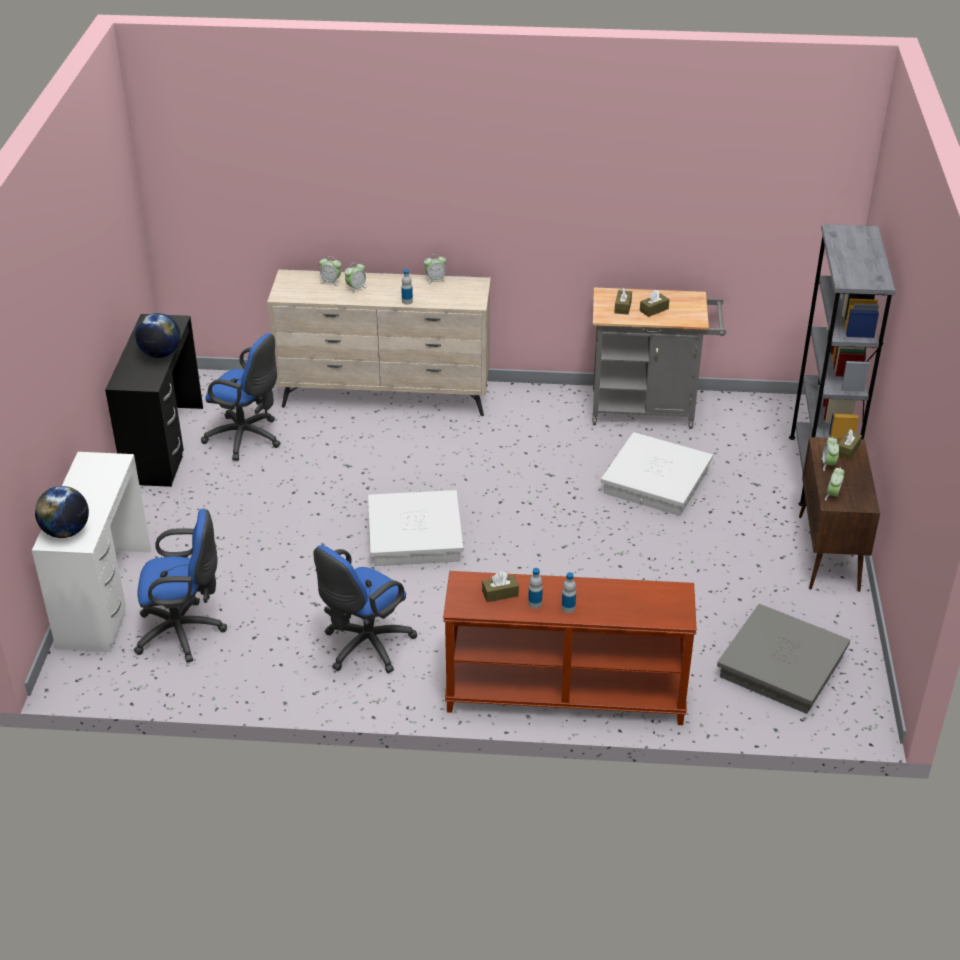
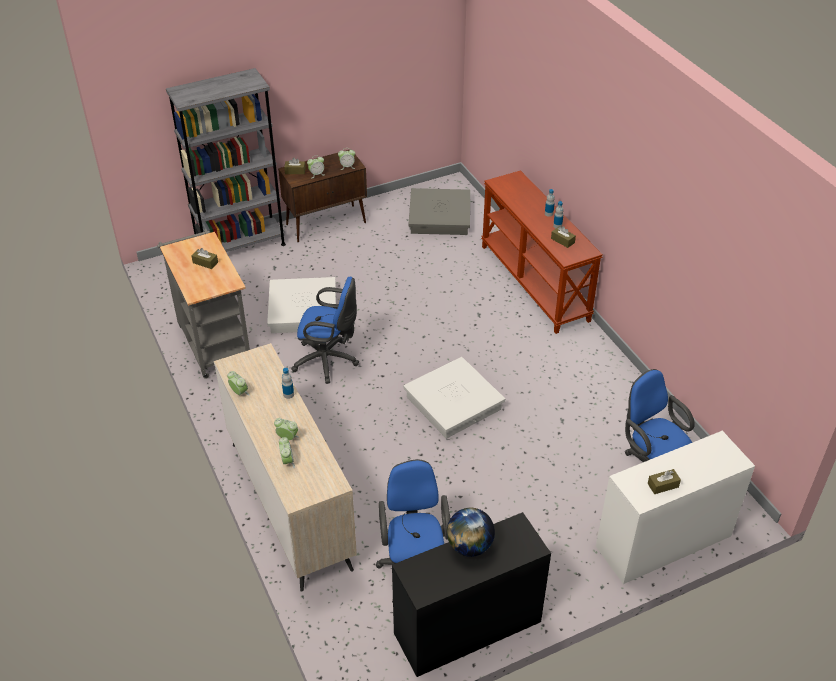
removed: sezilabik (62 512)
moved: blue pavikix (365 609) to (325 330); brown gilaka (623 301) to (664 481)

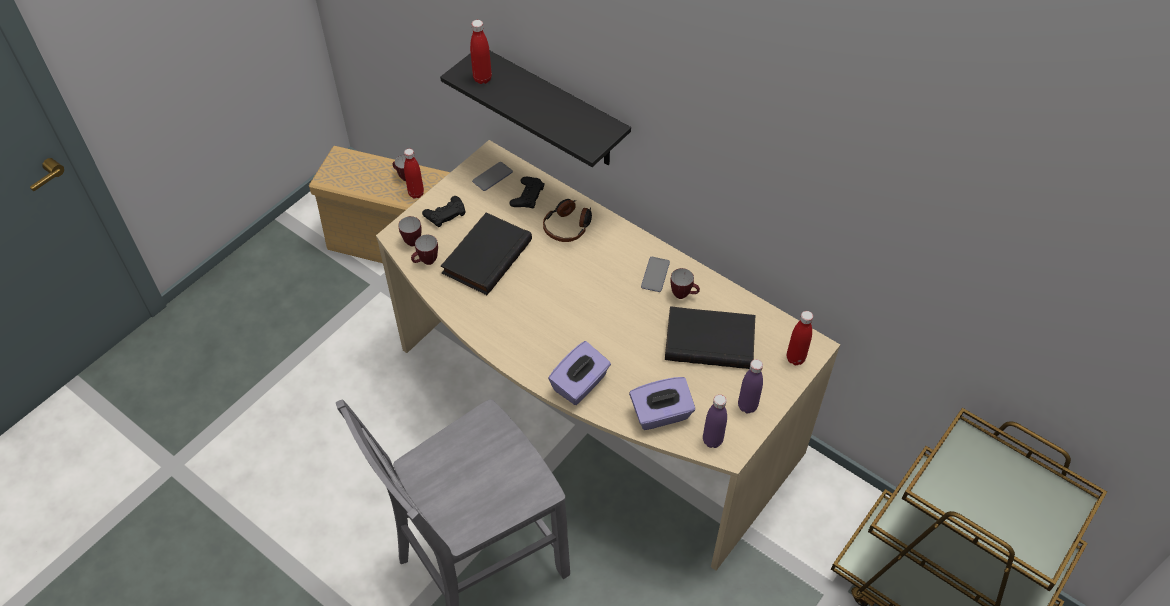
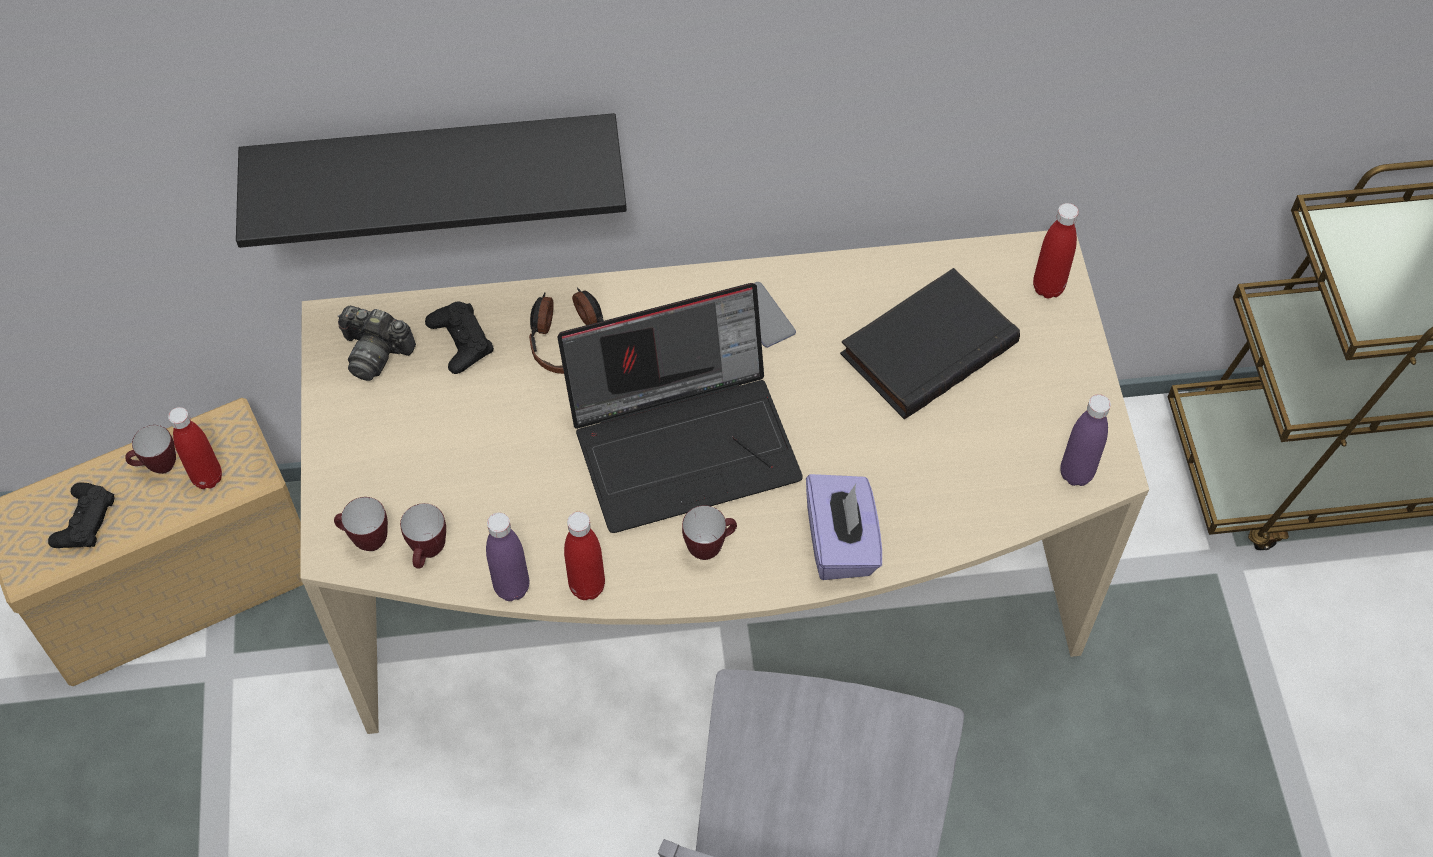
removed: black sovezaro (486 253); purple gilaka (662 403)
added: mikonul (680 408)
moved: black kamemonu (444 211) to (81 515); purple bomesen (750 386) to (508 557); red bomesen (481 52) to (584 556); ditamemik (685 283) to (709 532)
replaced: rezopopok (492 176) to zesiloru (377 343)

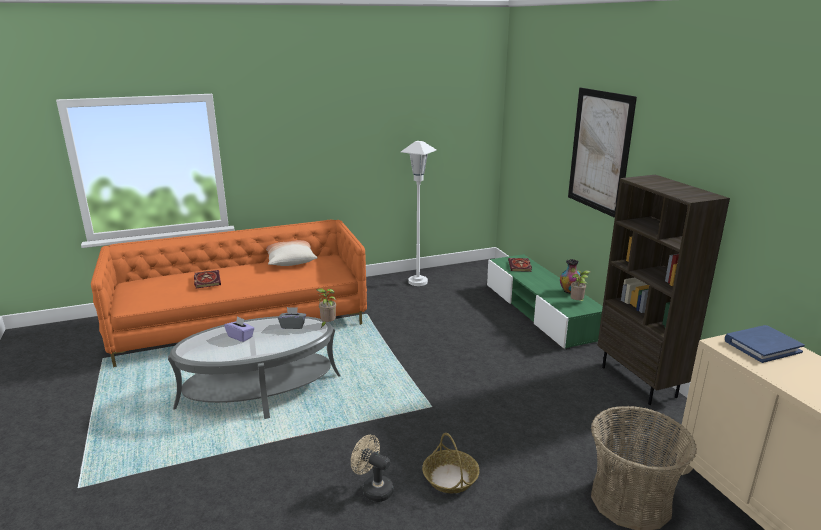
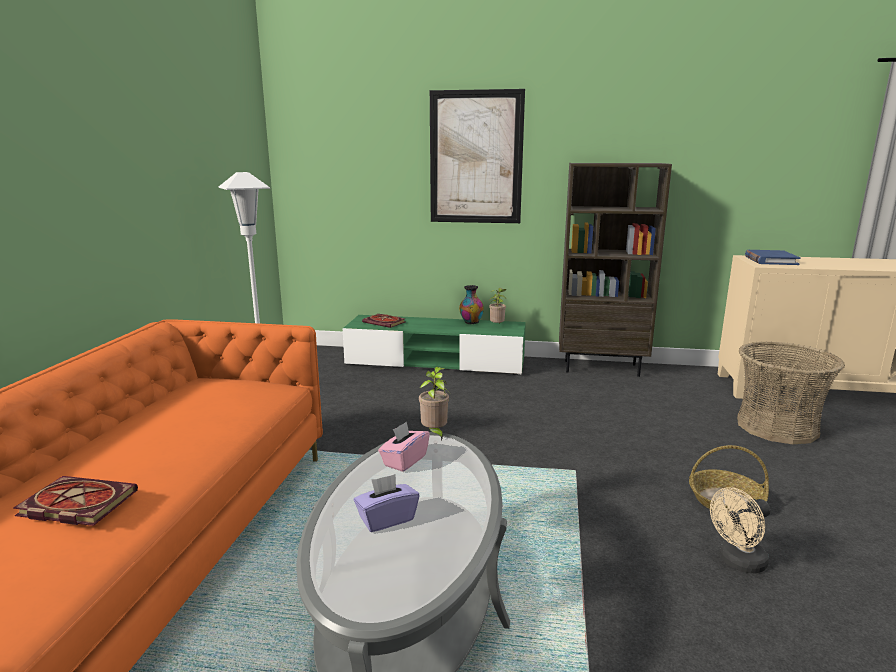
removed: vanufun (292 253)
recoloured: grey gilaka (292 318) to pink gilaka (404 446)

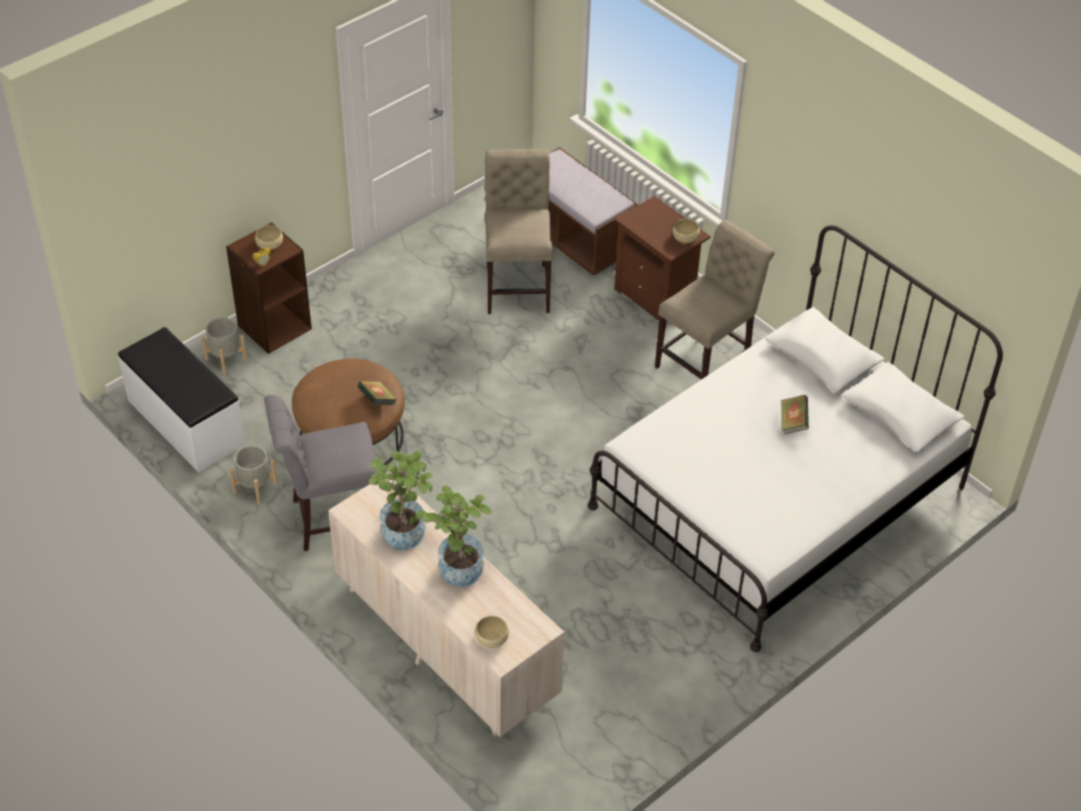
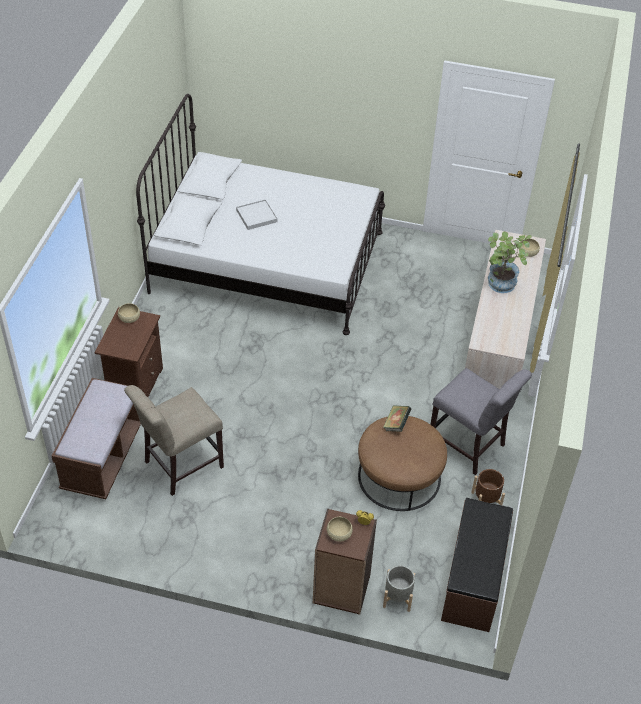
removed: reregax (401 500); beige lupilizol (715 300)
replaced: sovezaro (795 414) to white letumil (257 214)
recoloured: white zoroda (181 399) to brown zoroda (477 565); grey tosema (253 475) to brown tosema (488 487)

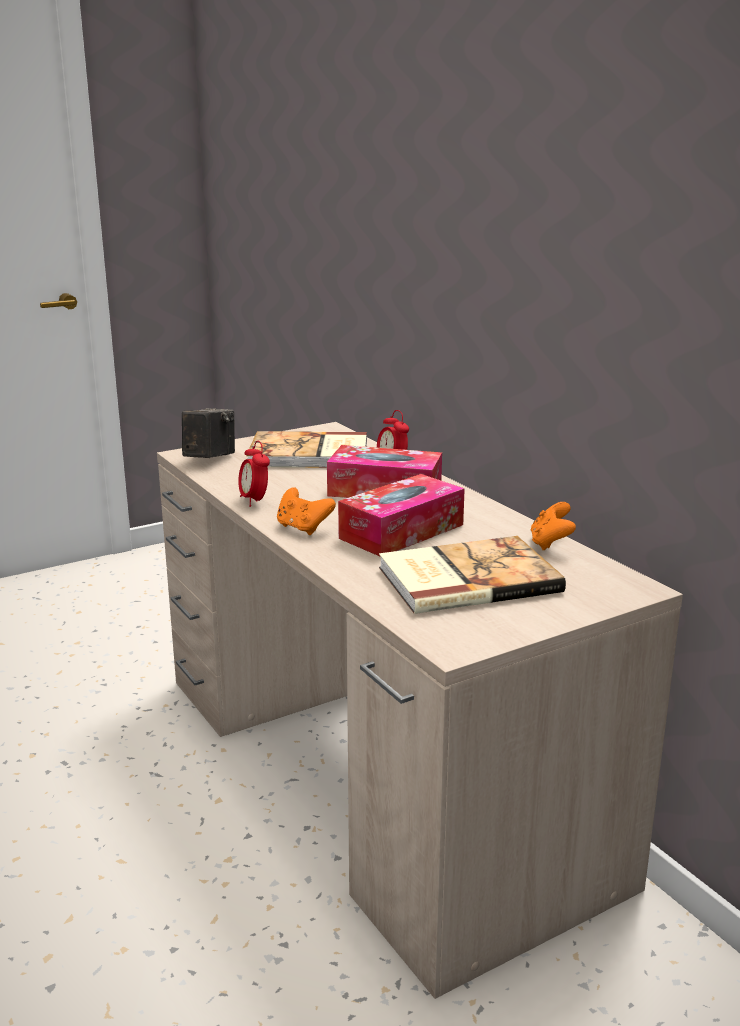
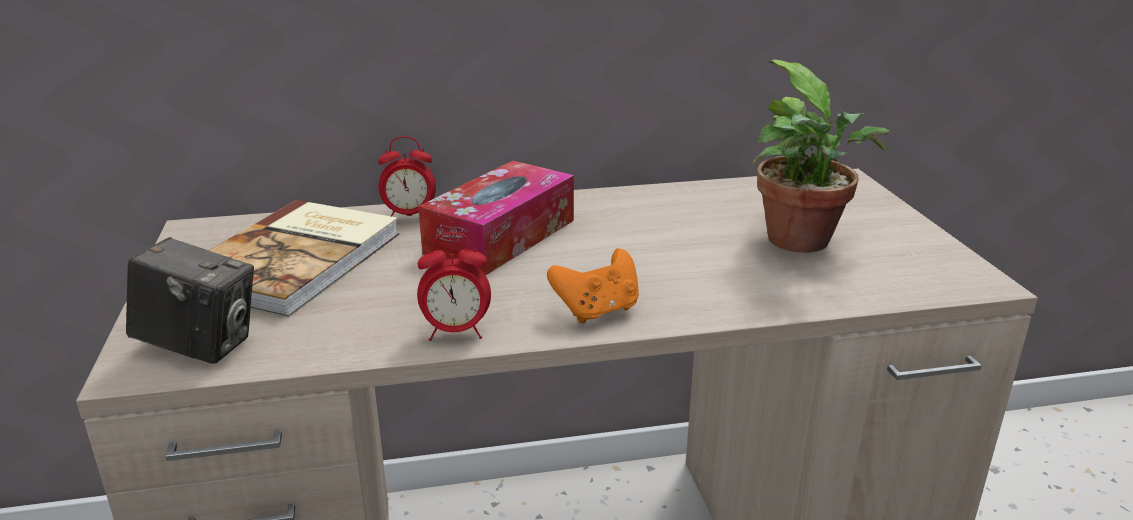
removed: gilaka (401 515); orange kamemonu (553 526)
replaced: sovezaro (472 575) to reregax (820 156)
turned: zesiloru (208 433) = (190 300) 150 degrees clockwise

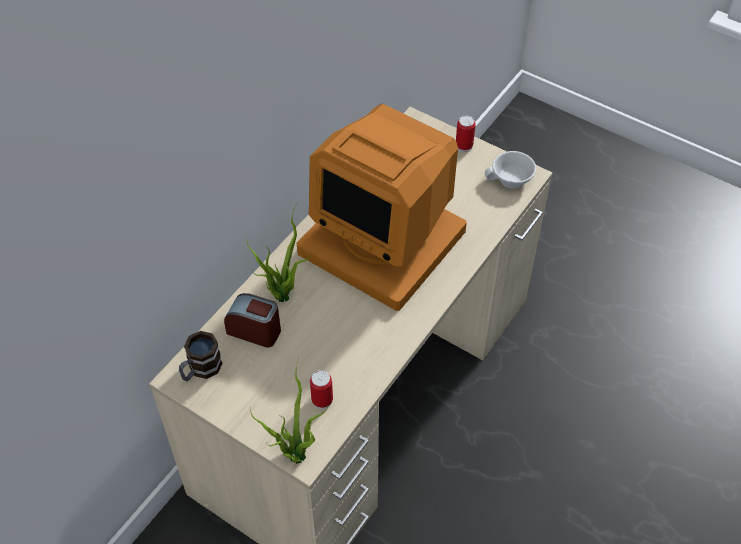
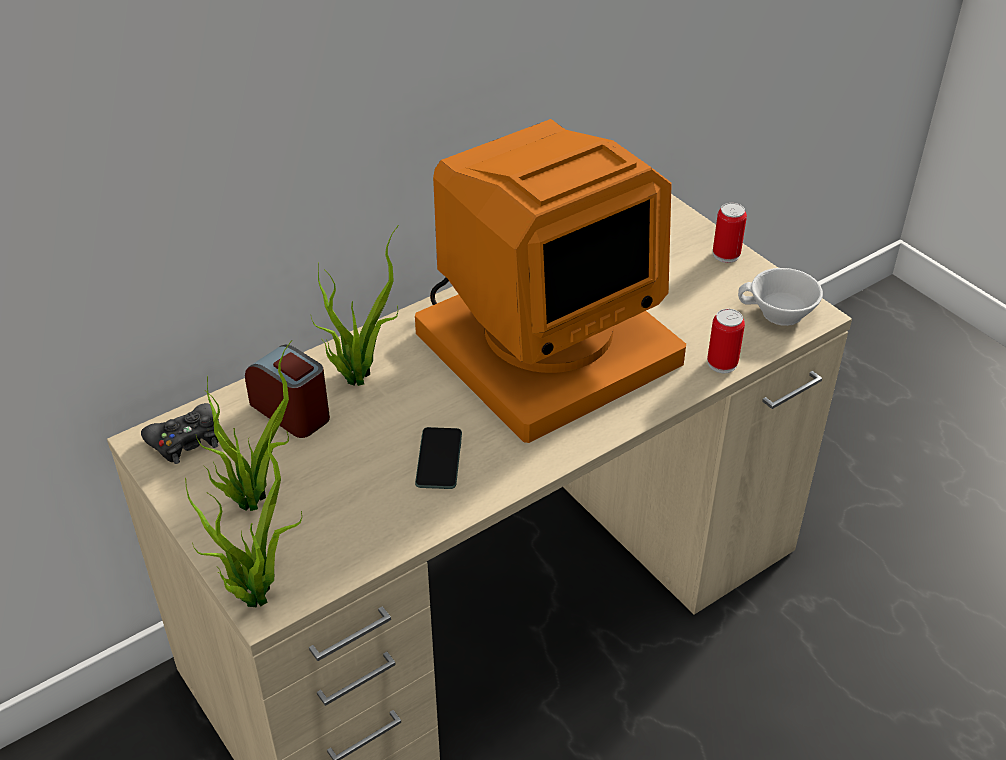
added: reregax (244 425); rezopopok (438 458)
moved: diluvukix (321 389) to (726 341)
replaced: ditamemik (200 356) to black kamemonu (180 433)
turned: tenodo (382 207) = (550 281) 90 degrees counterclockwise

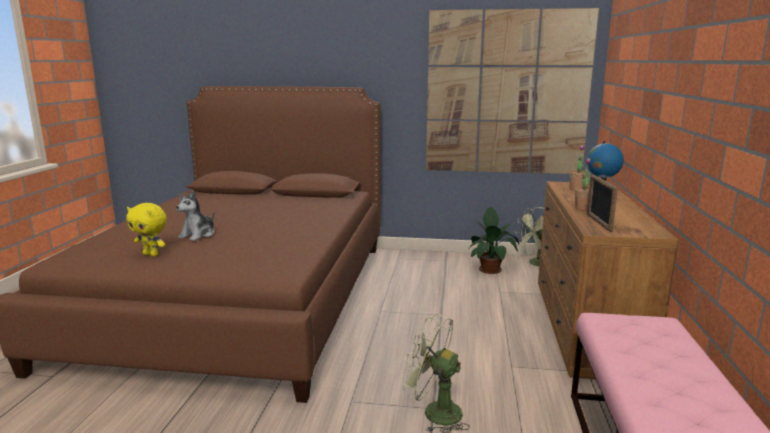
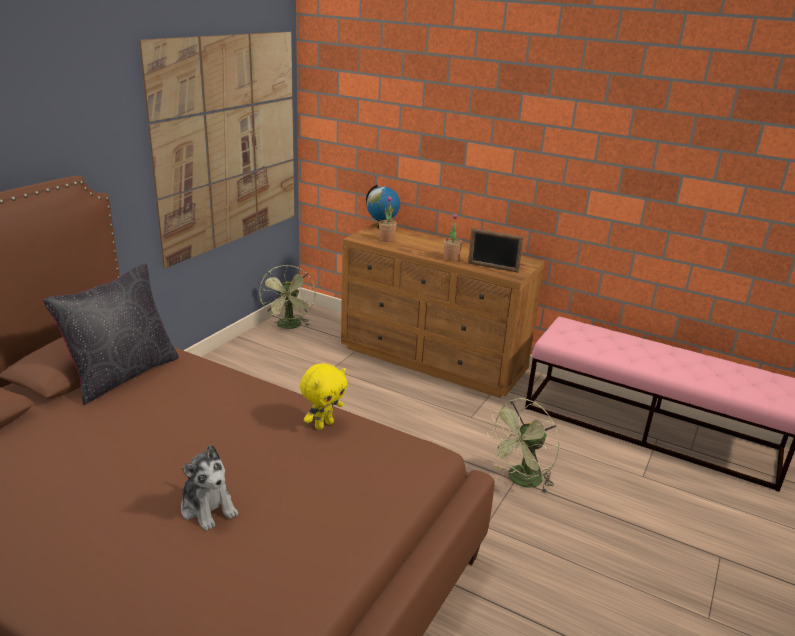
removed: reregax (494 240)
added: black vanufun (111 334)
moved: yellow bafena (146 230) to (324 396)

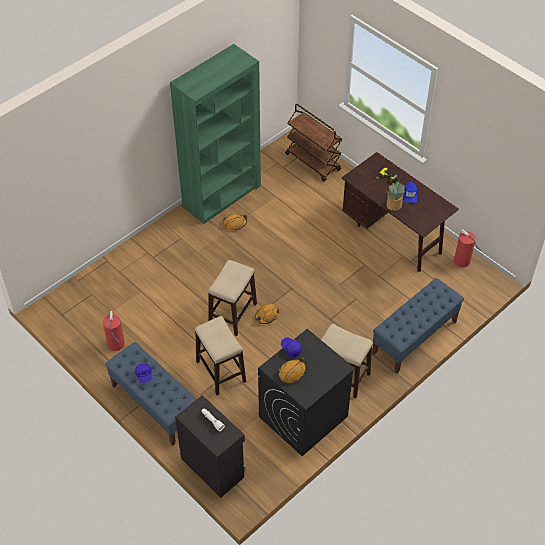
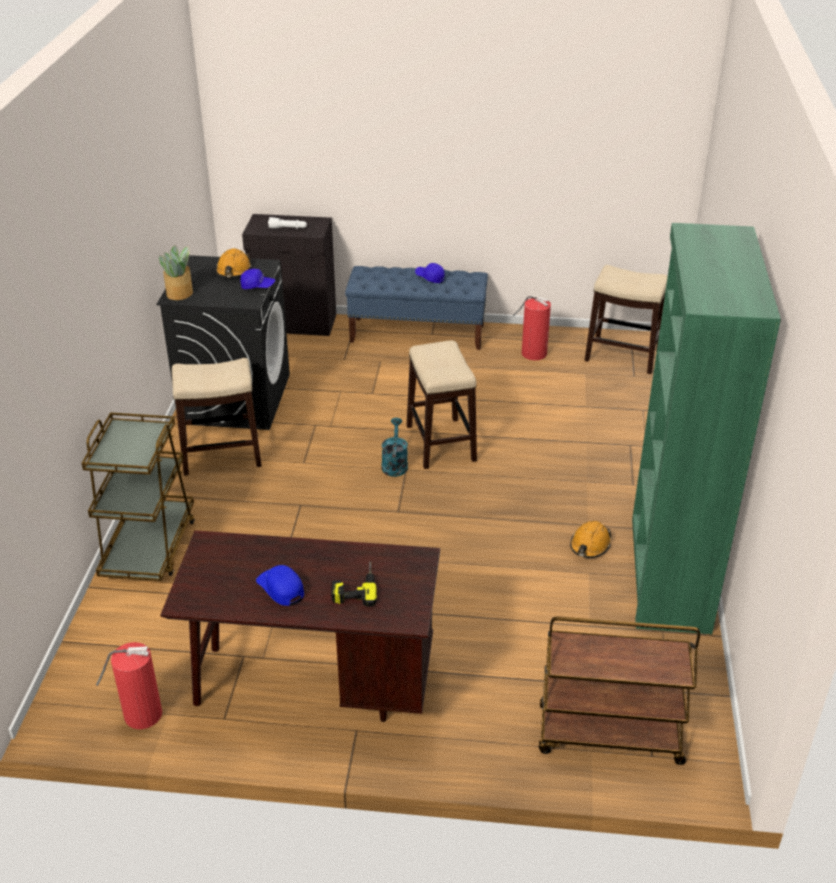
moved: reregax (395 196) to (176 272); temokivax (220 355) to (626 319)
replaced: blue zoroda (418 326) to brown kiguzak (138 496); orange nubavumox (267 313) to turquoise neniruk (395 447)

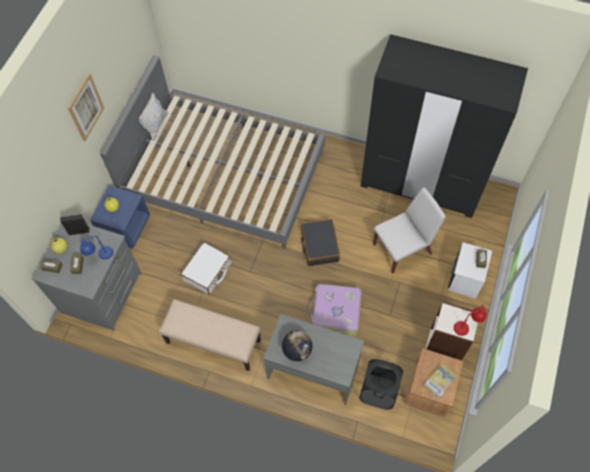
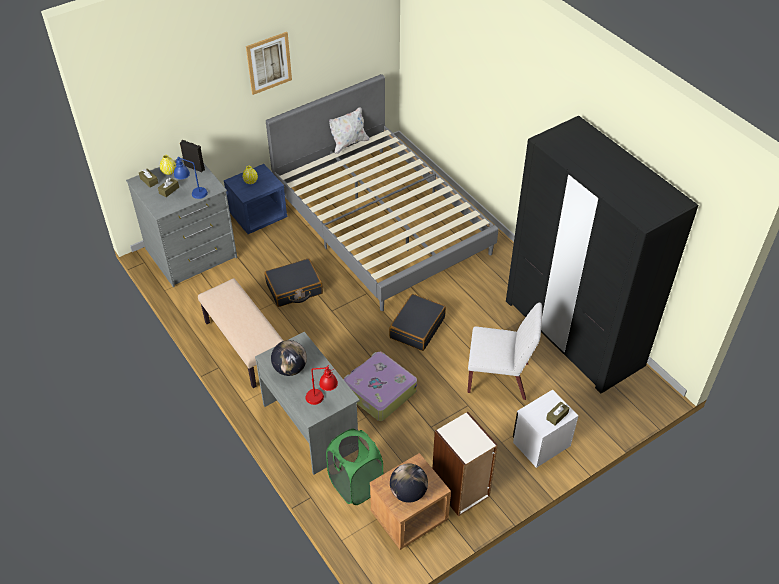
moved: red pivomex (470 320) to (321 385)
replaced: sovezaro (440 381) to sezilabik (409 483)
recoloured: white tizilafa (206 268) to black tizilafa (293 282); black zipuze (381 384) to green zipuze (354 467)

